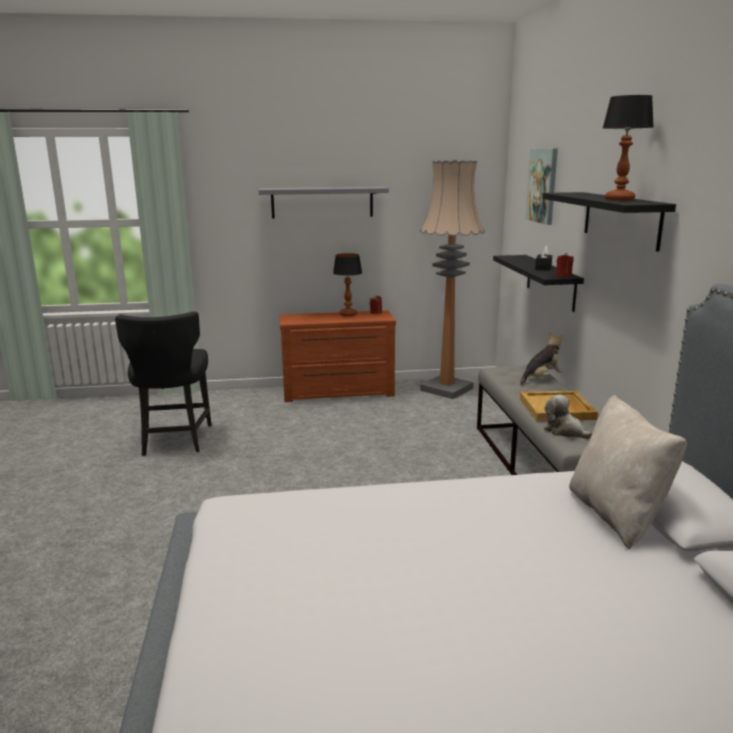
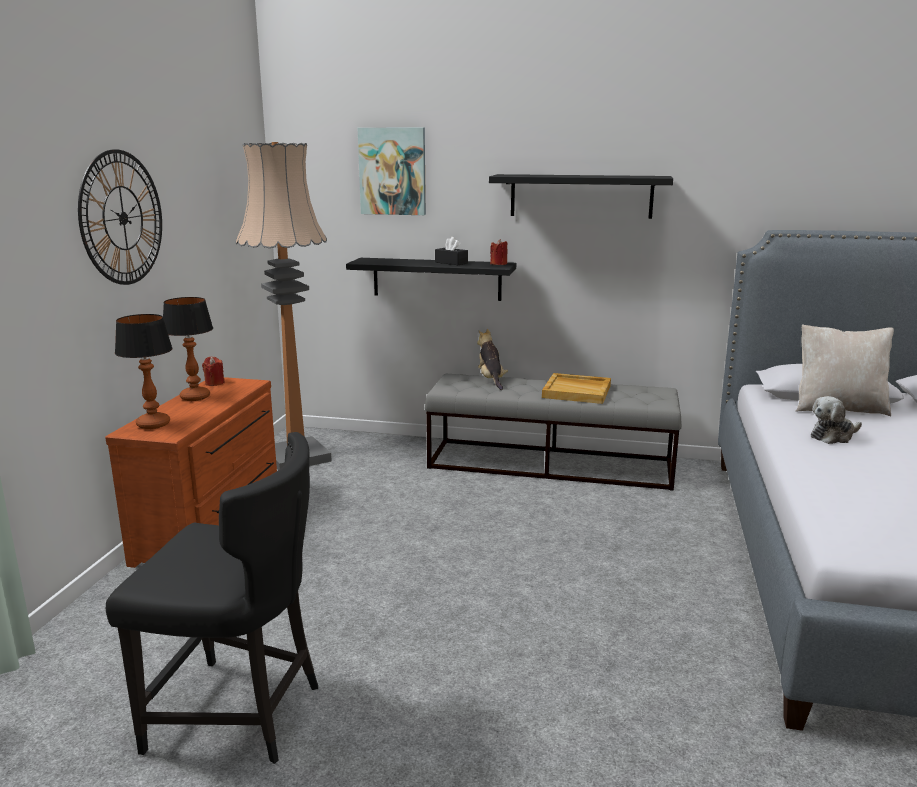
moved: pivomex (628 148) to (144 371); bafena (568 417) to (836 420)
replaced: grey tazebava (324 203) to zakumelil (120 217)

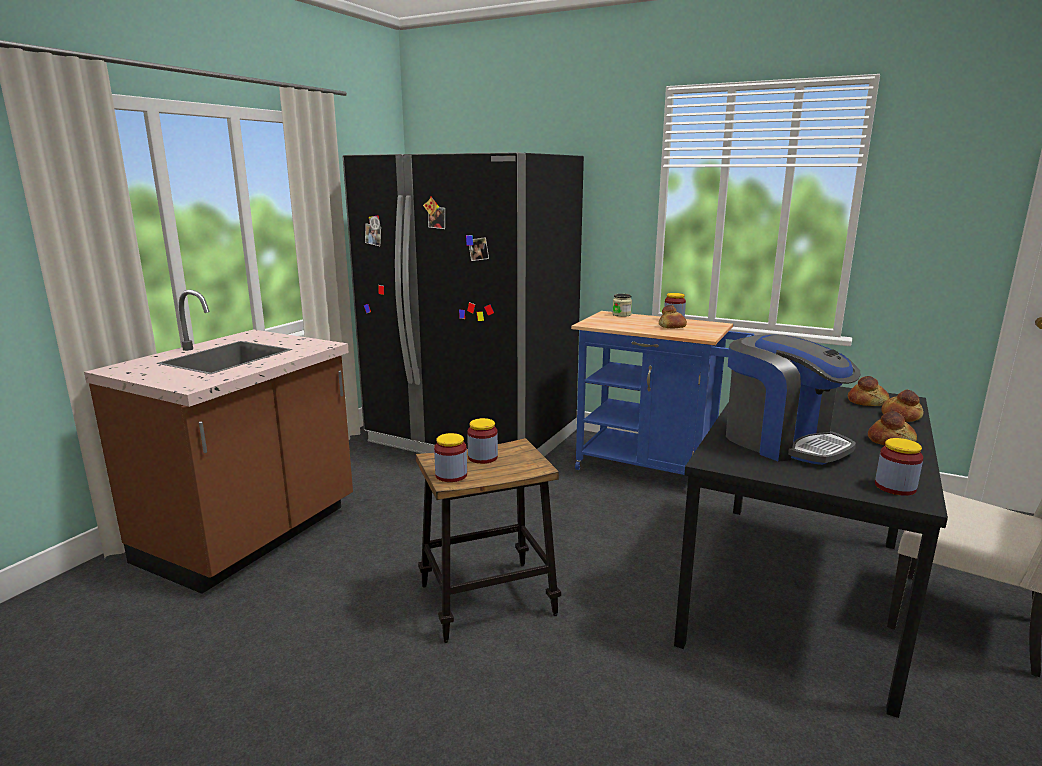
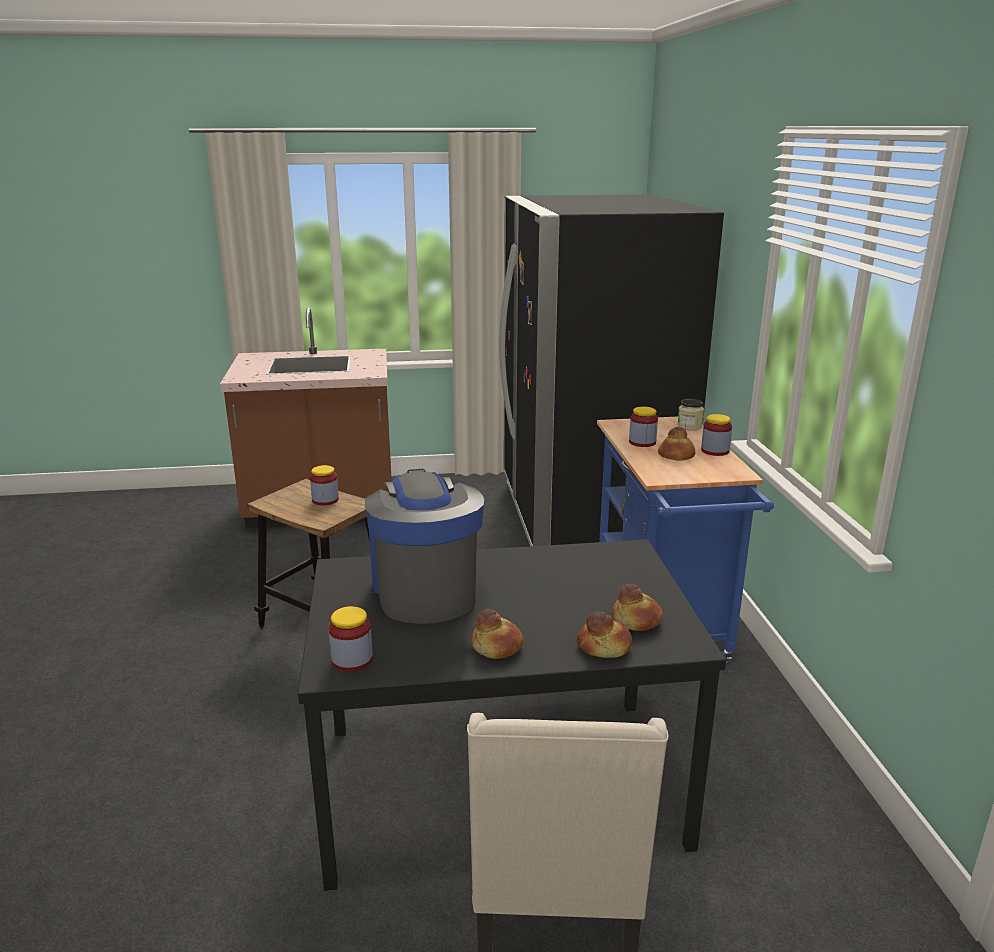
moved: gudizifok (450 457) to (643 427)
turned: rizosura (793 399) = (424 546) 150 degrees clockwise

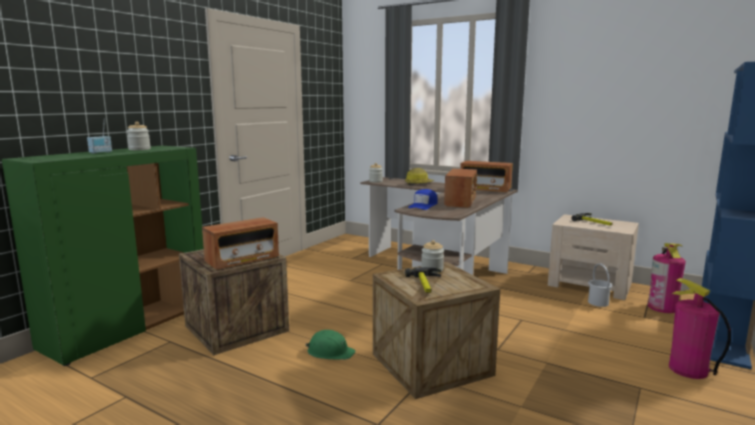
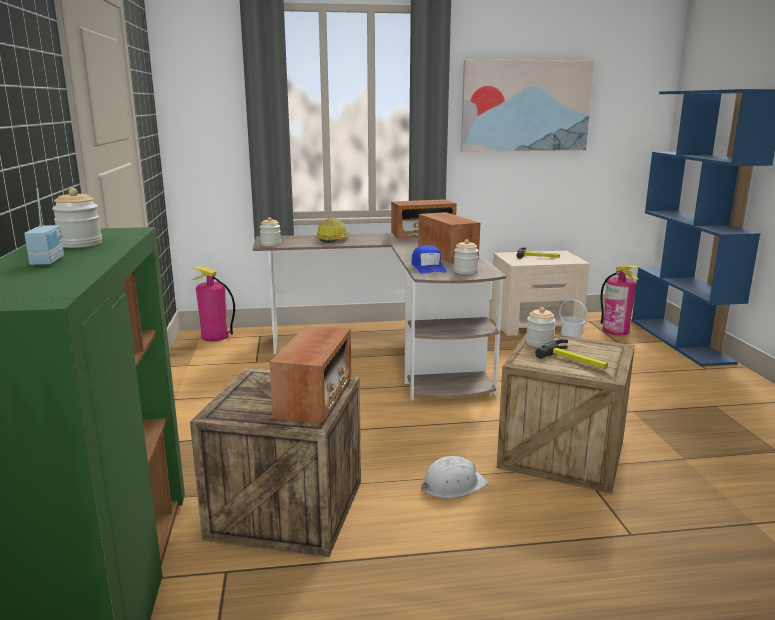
added: gudizifok (466 256); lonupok (527 105)
moved: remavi (700 328) to (213 303)
recoloured: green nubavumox (330 345) to white nubavumox (454 477)

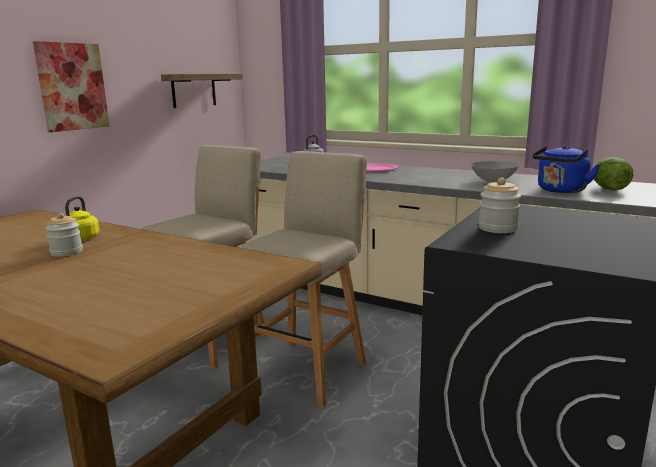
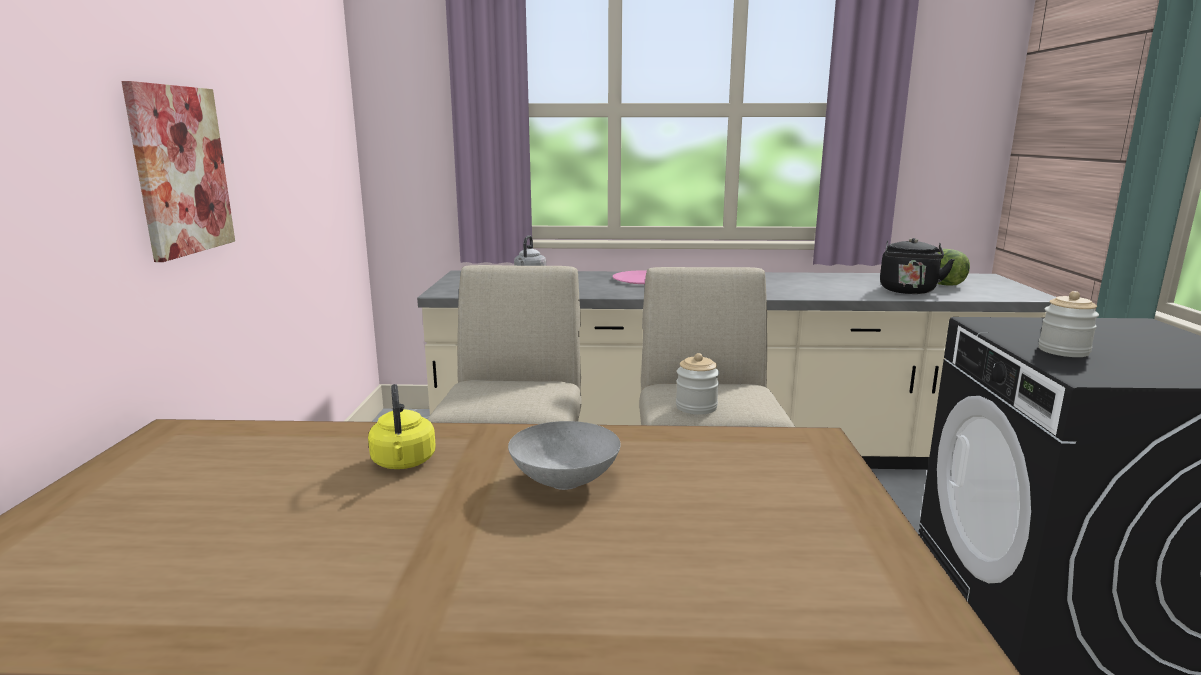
removed: tazebava (202 91)
moved: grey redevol (495 172) to (564 455); gudizifok (64 235) to (697 384)
recoloured: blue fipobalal (566 169) to black fipobalal (917 266)

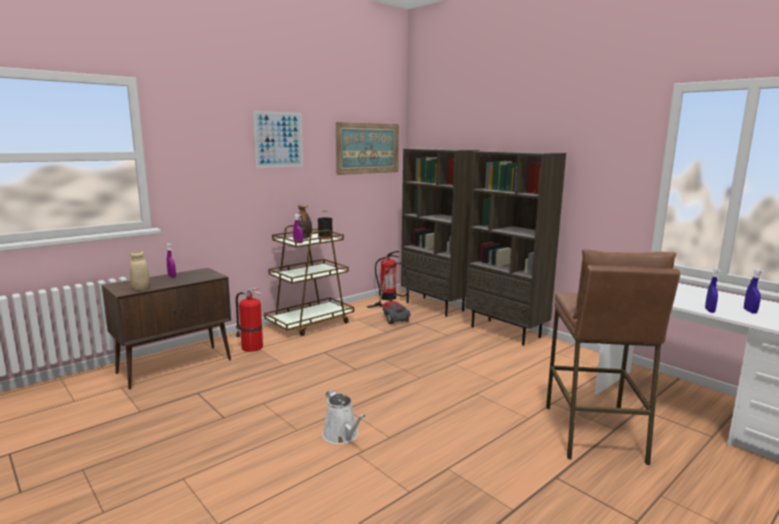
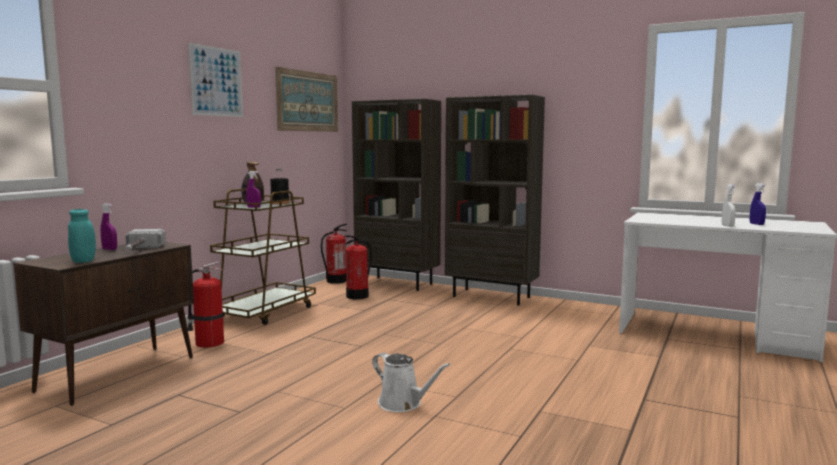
removed: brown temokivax (613 357)
added: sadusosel (145 240)
replaced: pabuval (389 293) to remavi (358 267)
recoloured: beige gudizifok (139 270) to turquoise gudizifok (82 236); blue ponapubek (712 290) to white ponapubek (729 205)

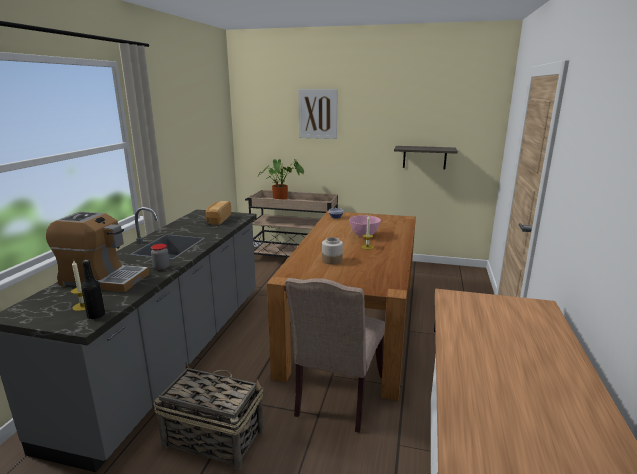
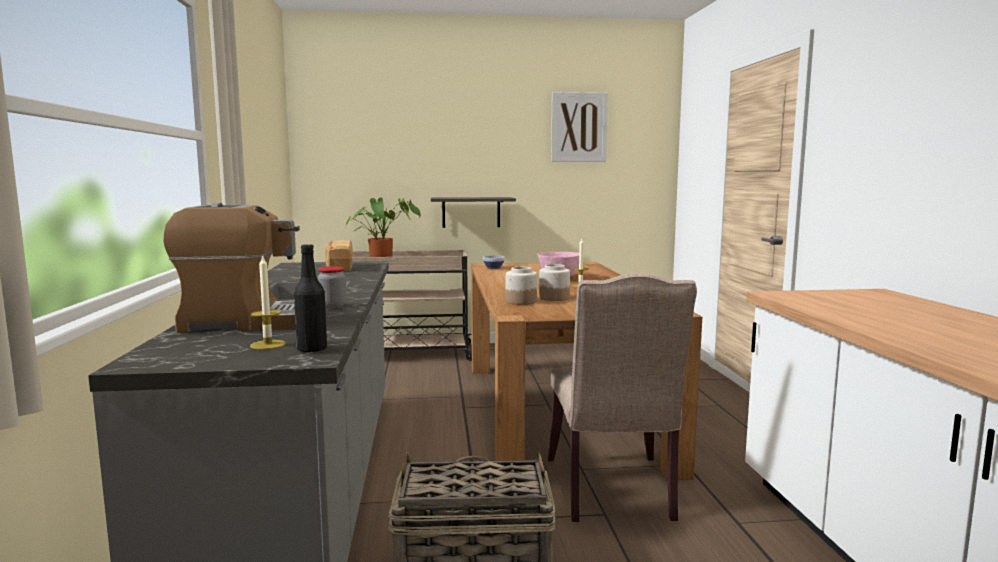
added: gudizifok (521 286)
moved: tazebava (426 157) to (473 212); lonupok (318 114) to (579 127)

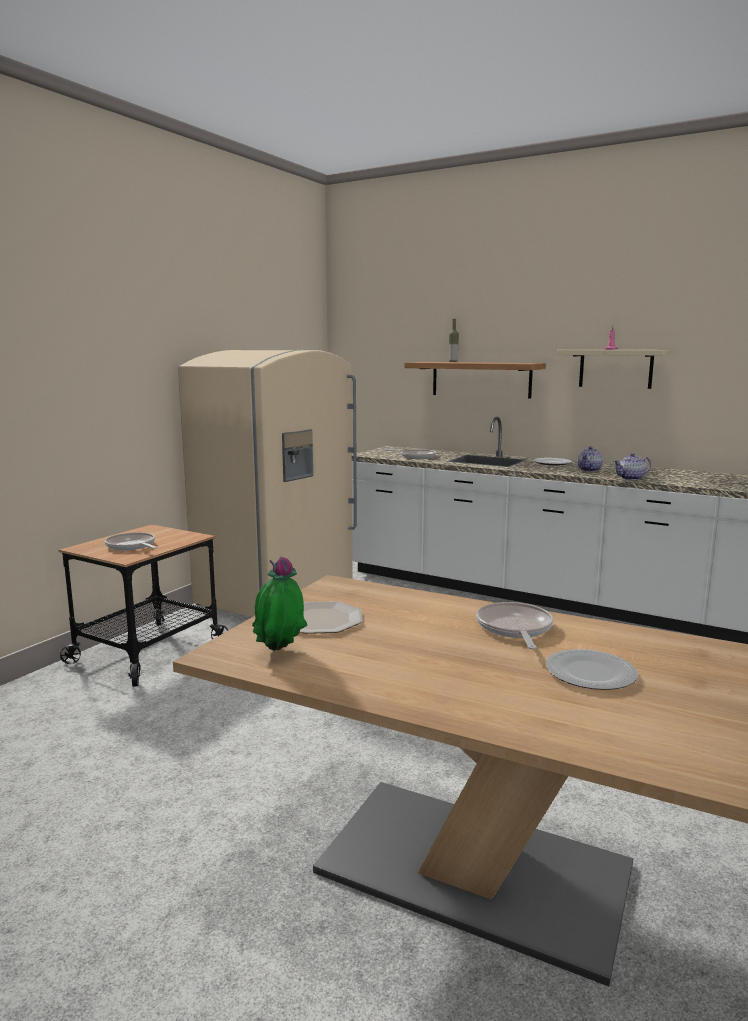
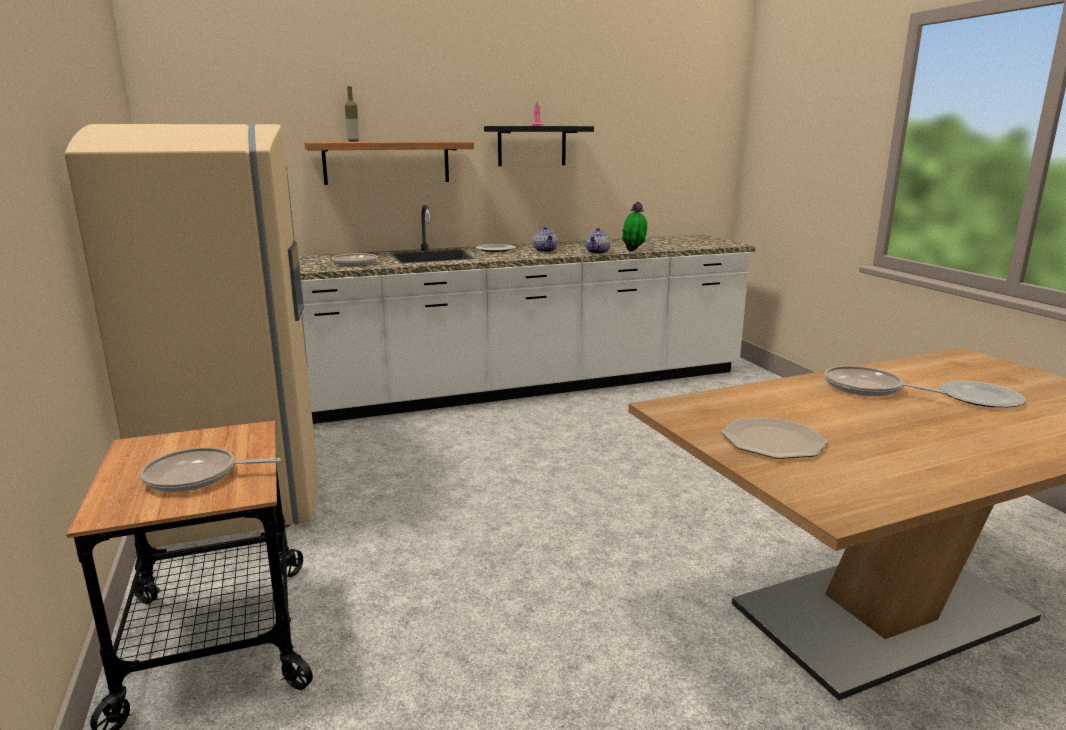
moved: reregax (279 603) to (634 226)
recoloured: beige tazebava (613 369) to black tazebava (539 146)

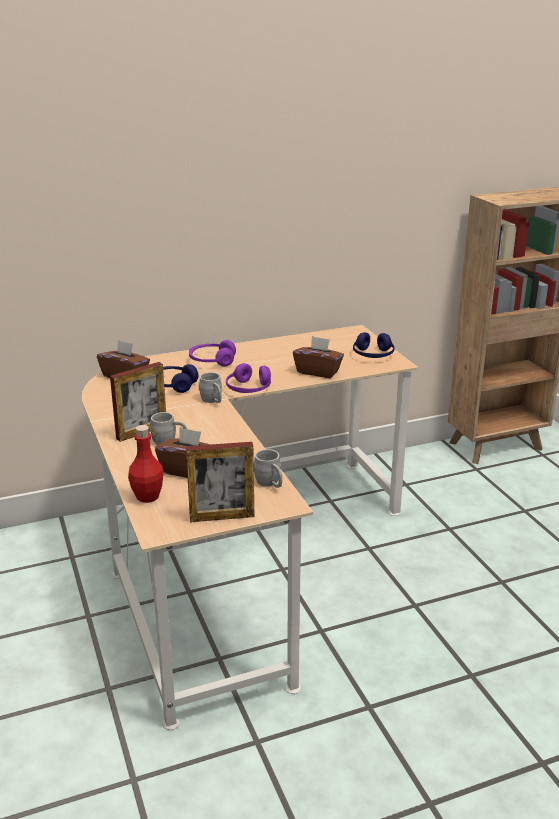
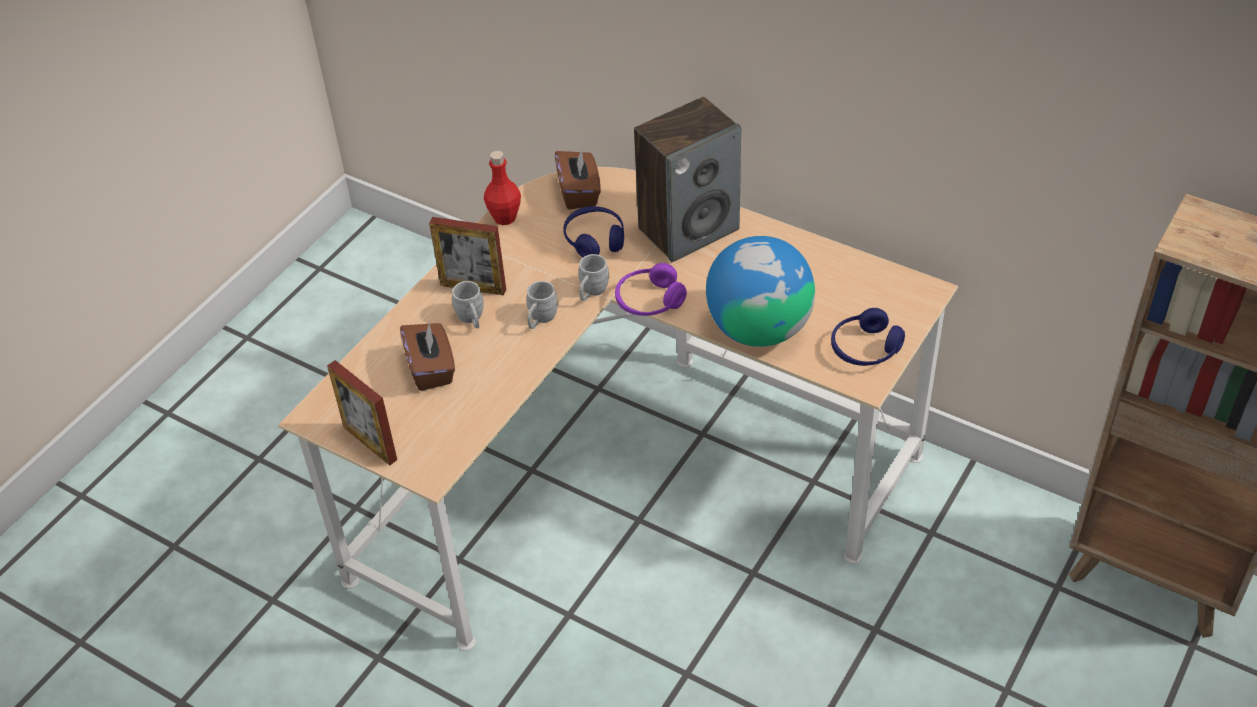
moved: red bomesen (146 464) to (502 188); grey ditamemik (268 468) to (542 305)
replaced: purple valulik (212 353) to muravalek (687 179); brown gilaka (318 357) to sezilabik (760 291)

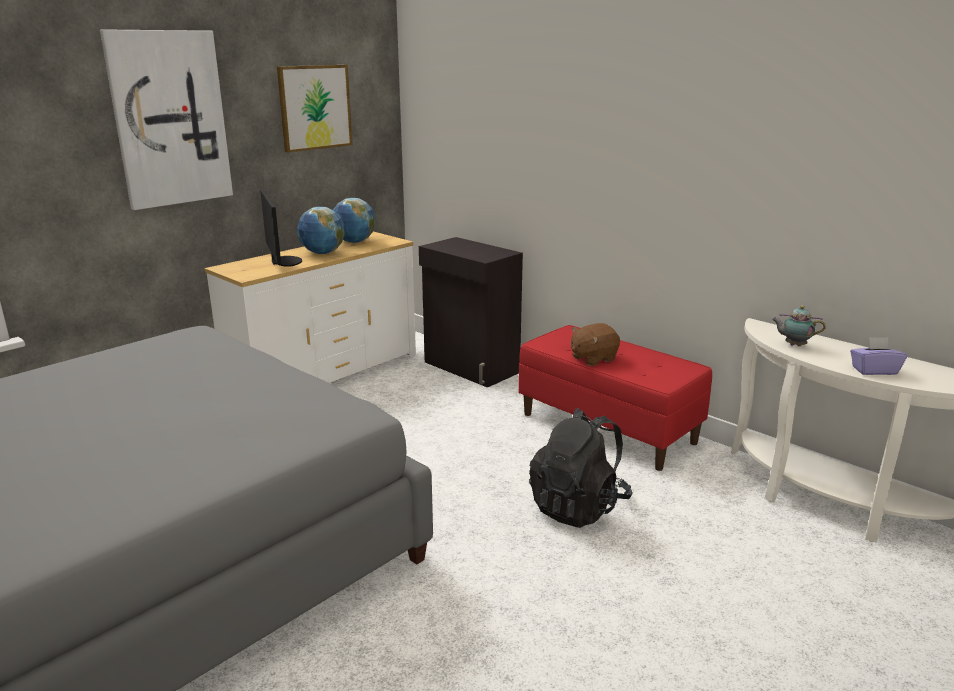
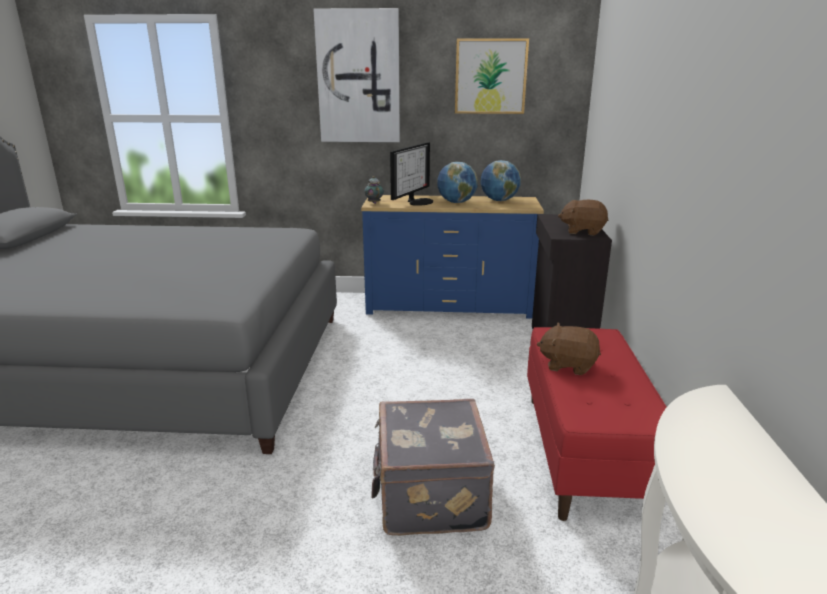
removed: purple gilaka (878 356)
added: brown bafena (583 218)
moved: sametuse (799 326) to (374 190)
replaced: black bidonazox (581 468) to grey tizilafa (433 467)
recoloured: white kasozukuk (310 307) to blue kasozukuk (452 257)

